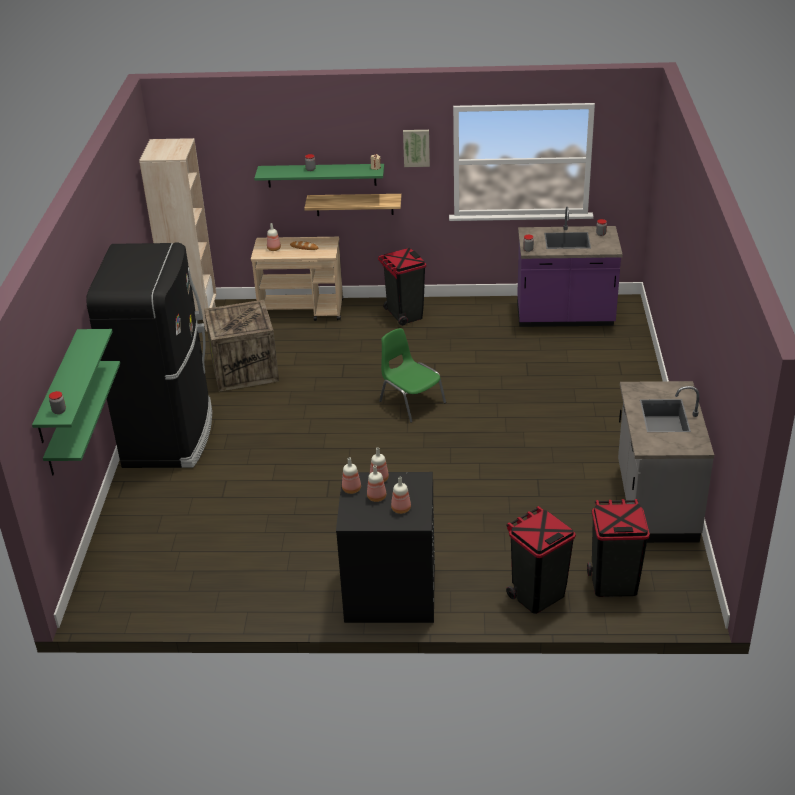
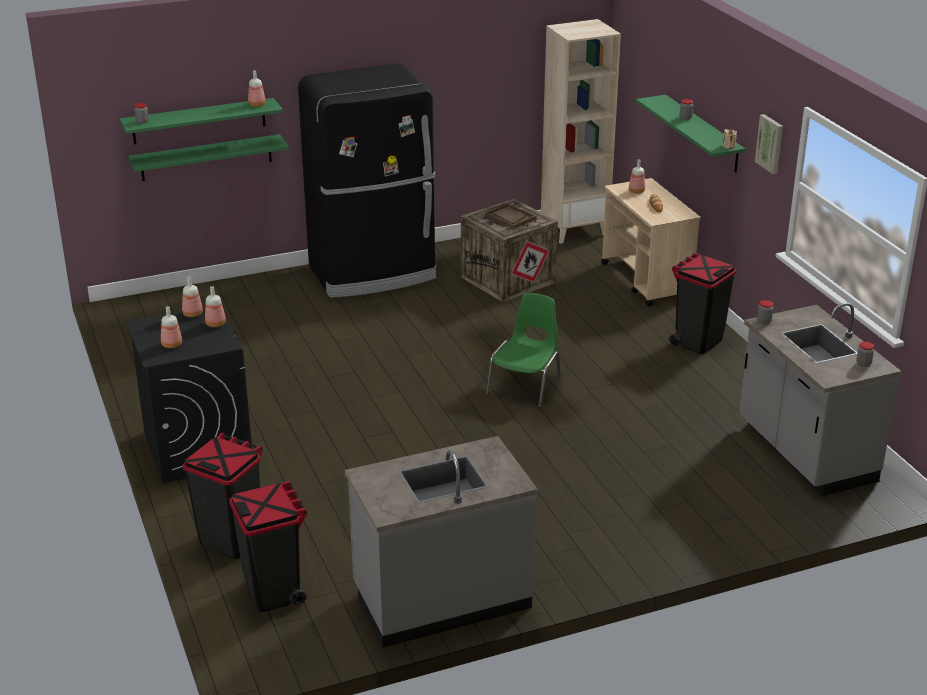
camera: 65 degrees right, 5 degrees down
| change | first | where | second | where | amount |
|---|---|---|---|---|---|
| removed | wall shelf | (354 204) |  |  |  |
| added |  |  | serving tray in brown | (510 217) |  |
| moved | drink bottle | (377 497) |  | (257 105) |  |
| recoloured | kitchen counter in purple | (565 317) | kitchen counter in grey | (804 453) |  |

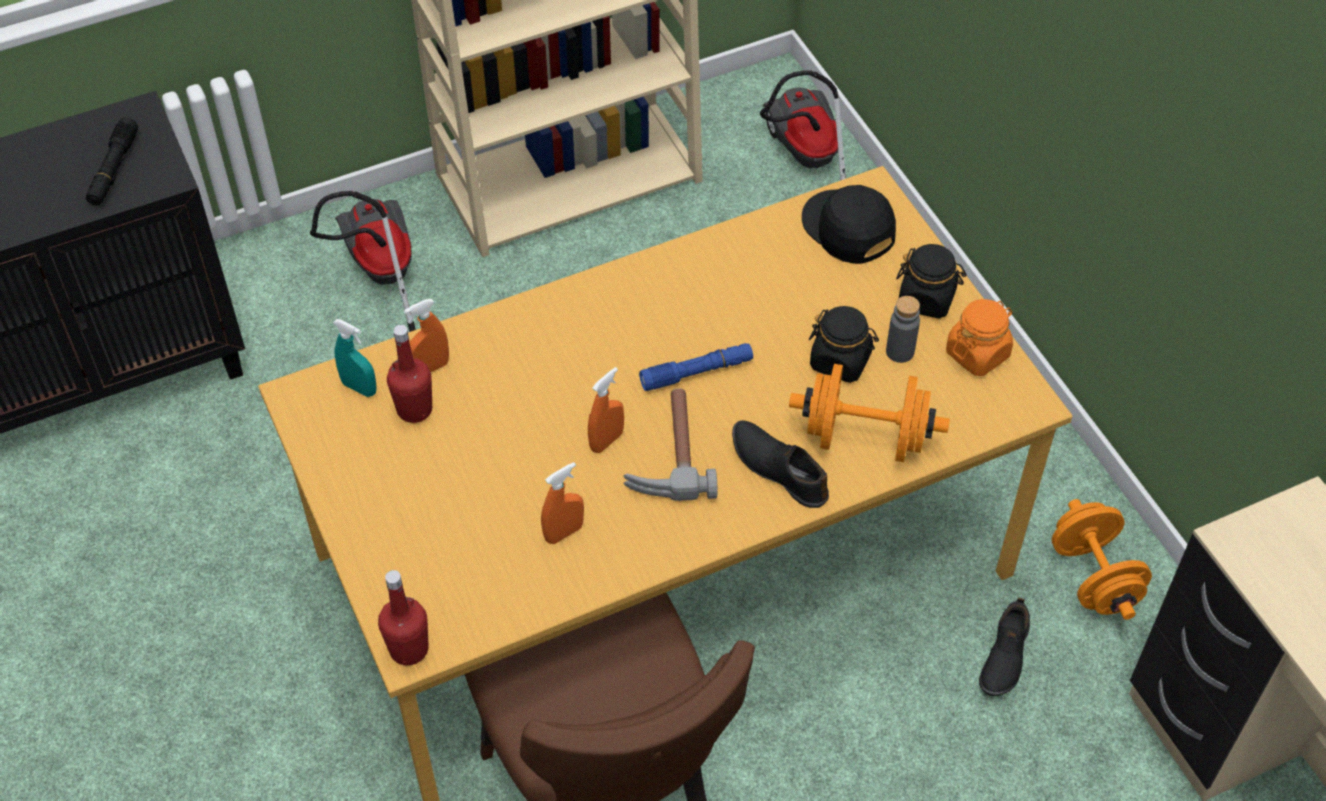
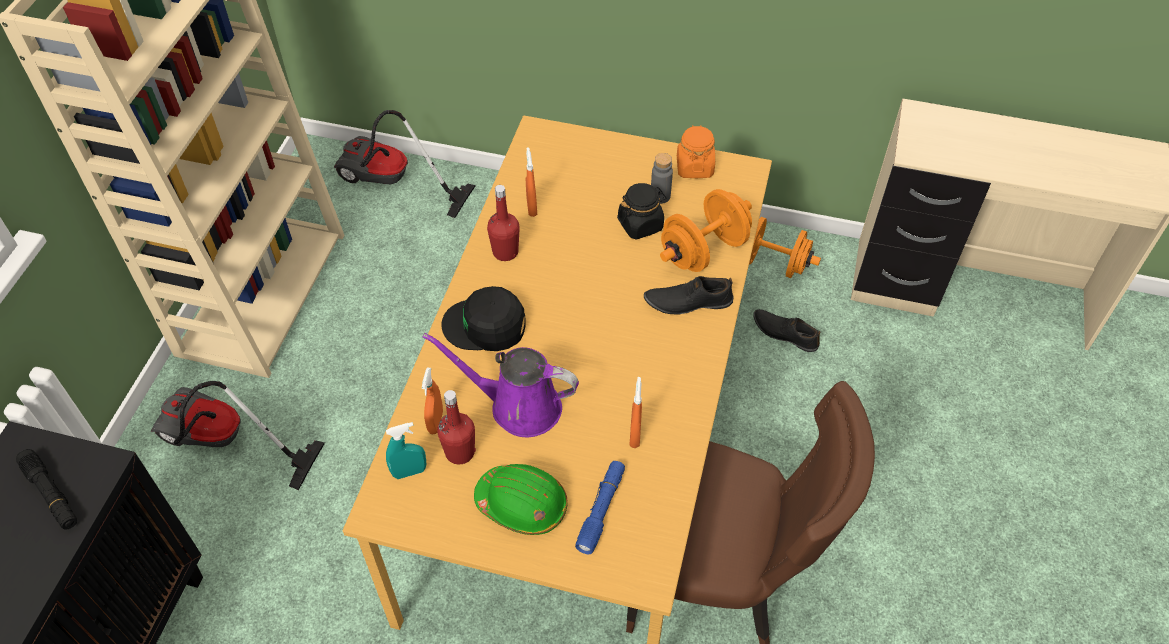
camera: 50 degrees left, 0 degrees up
| change | first | where | second | where | amount |
|---|---|---|---|---|---|
| removed | tool hammer | (667 453) |  |  |  |
| removed | preserve jar in black | (927 299) |  |  |  |
| added |  |  | sprinkling can in purple | (518 406) |  |
| added |  |  | work helmet in greenish | (522 504) |  |
| moved | drink bottle in red | (409 649) |  | (505 252) |  |
| moved | hand sprayer in orange-coloured | (606 441) |  | (532 207) |  |
| moved | torch in blue | (697 373) |  | (601 510) |  |
| moved | cap in black | (848 228) |  | (485 325) |  |
| turned | shoe in black | (1003 656) |  | (785 333) | 150 degrees clockwise |

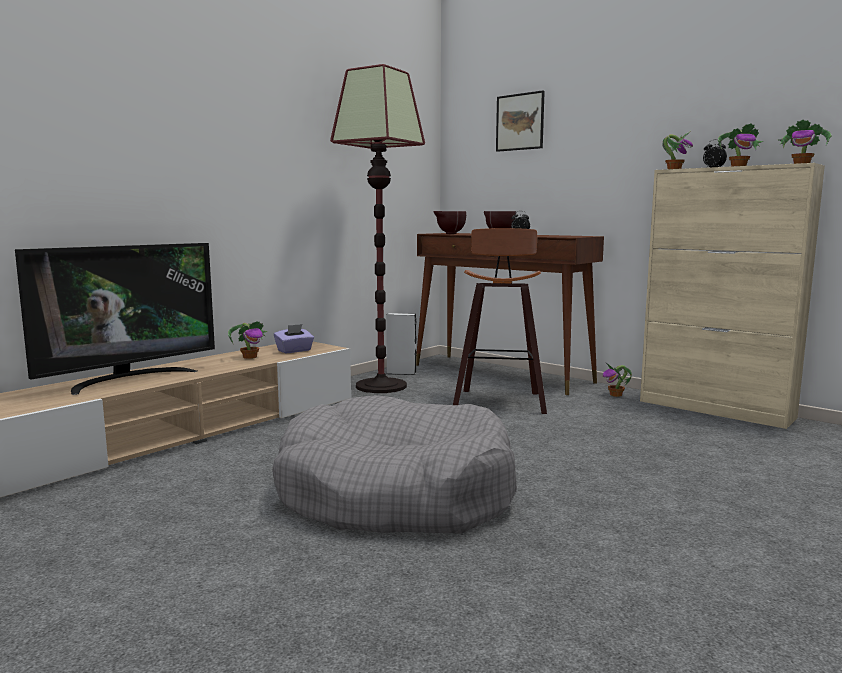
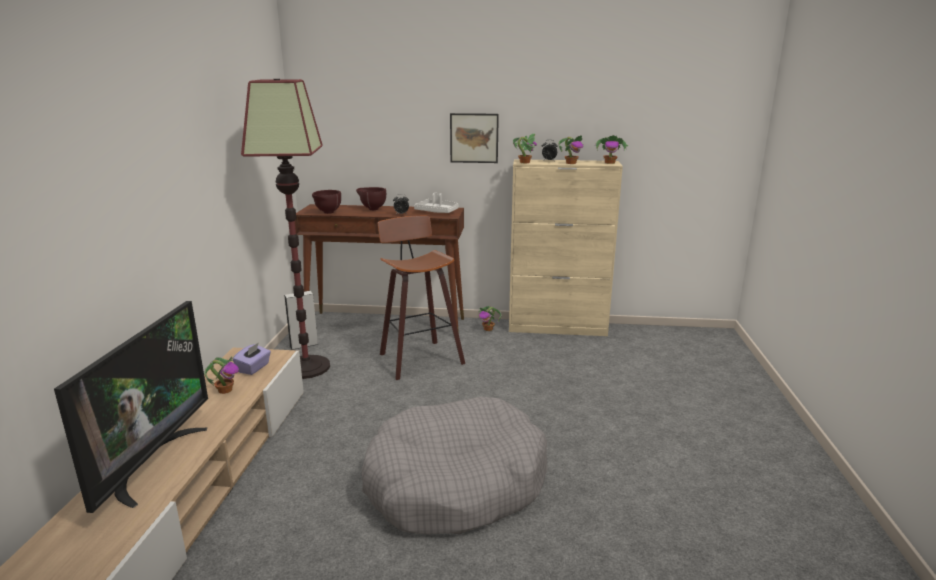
camera: 35 degrees left, 10 degrees up
| change | first | where | second | where | amount |
|---|---|---|---|---|---|
| added |  |  | serving tray in white | (437 212) |  |
| moved | picture | (520 122) |  | (474 138) |  |

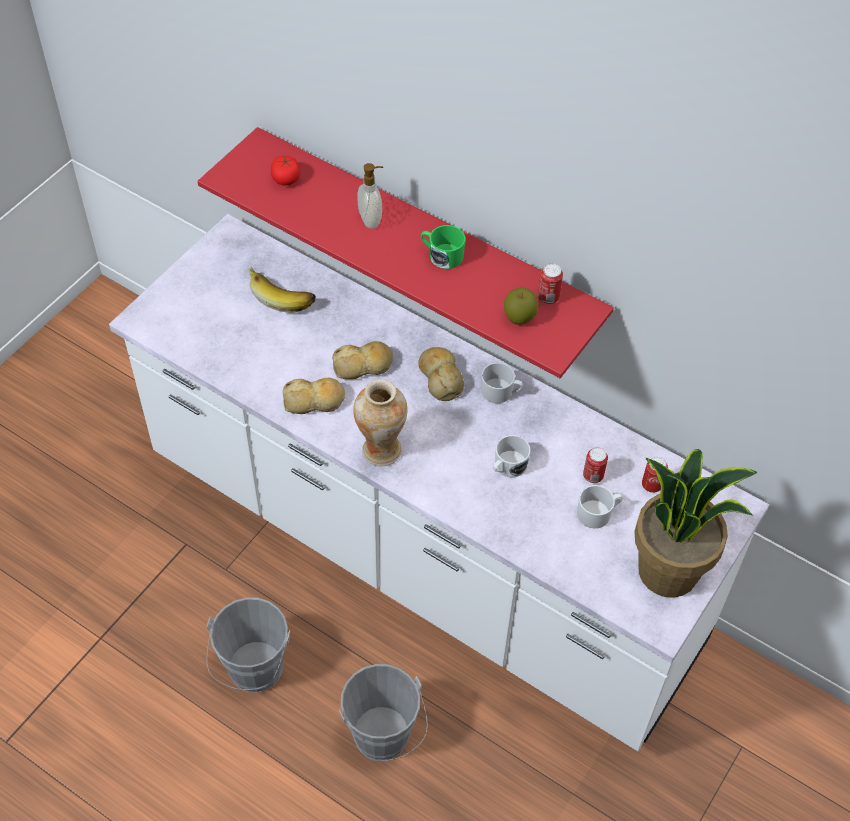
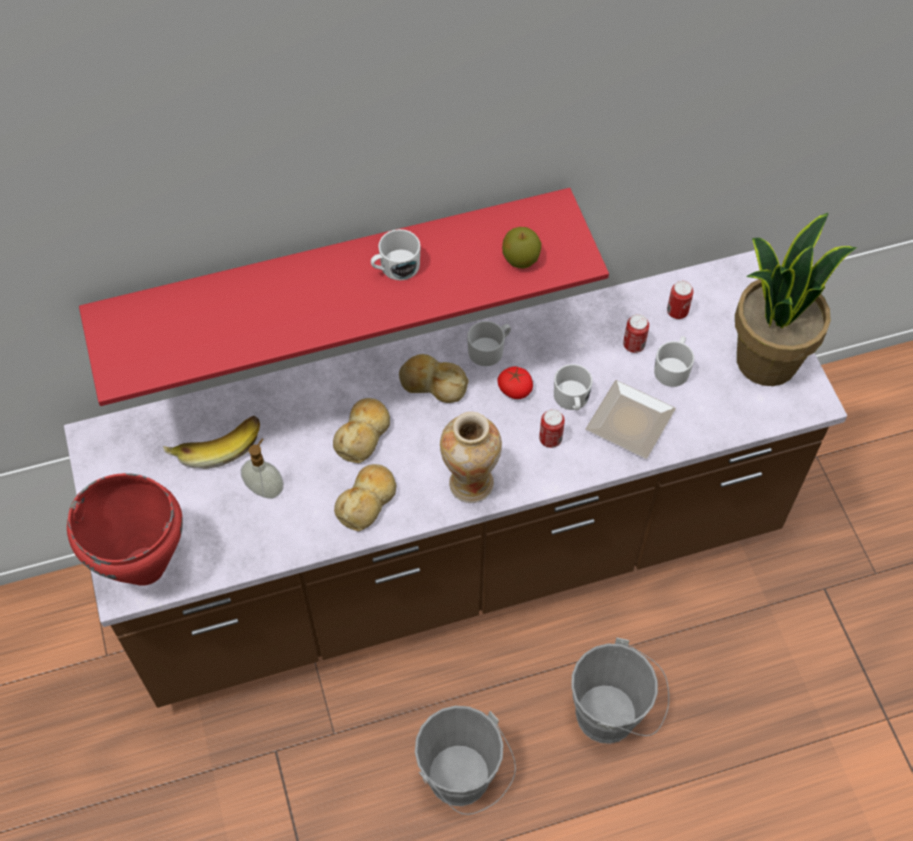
camera: 50 degrees left, 5 degrees up
| change | first | where | second | where | amount |
|---|---|---|---|---|---|
| added |  |  | stockpot in red | (145 567) |  |
| added |  |  | plate | (633 421) |  |
| moved | fresh tomato | (286 178) |  | (515 389) |  |
| moved | soap bottle | (371 220) |  | (265 489) |  |
| moved | metal can | (548 297) |  | (550 439) |  |
| recoloured | kitchen counter in white | (420 552) | kitchen counter in brown | (456 557) |  |
| recoloured | mug in greenish | (441 255) | mug in white | (395 267) |  |

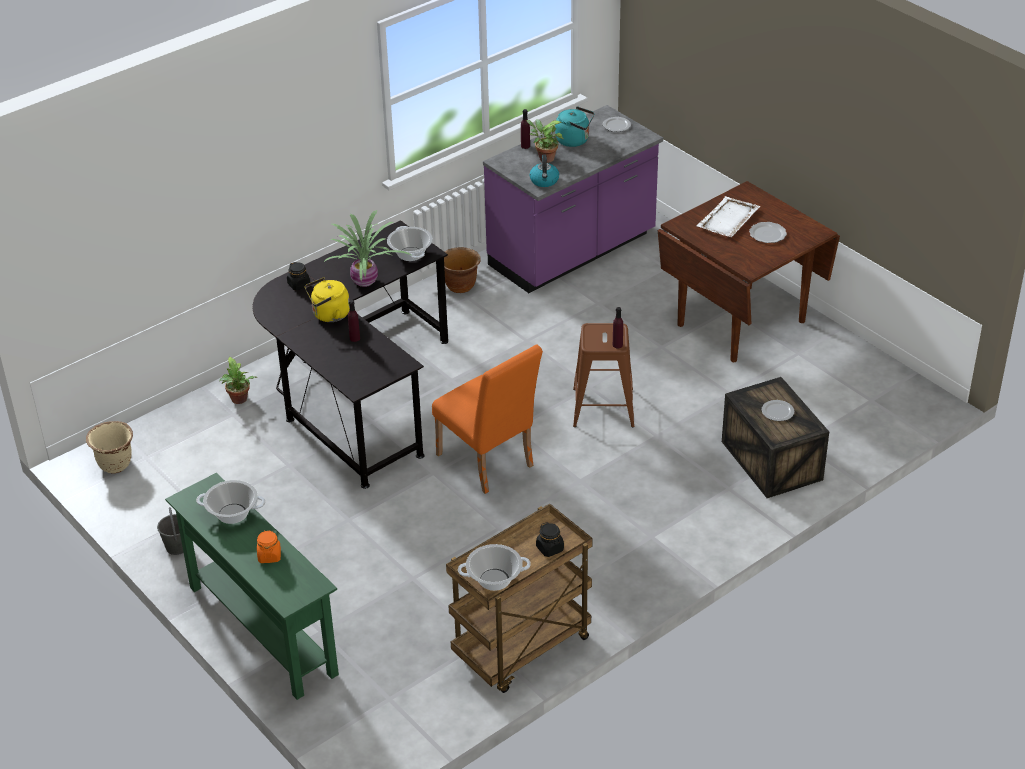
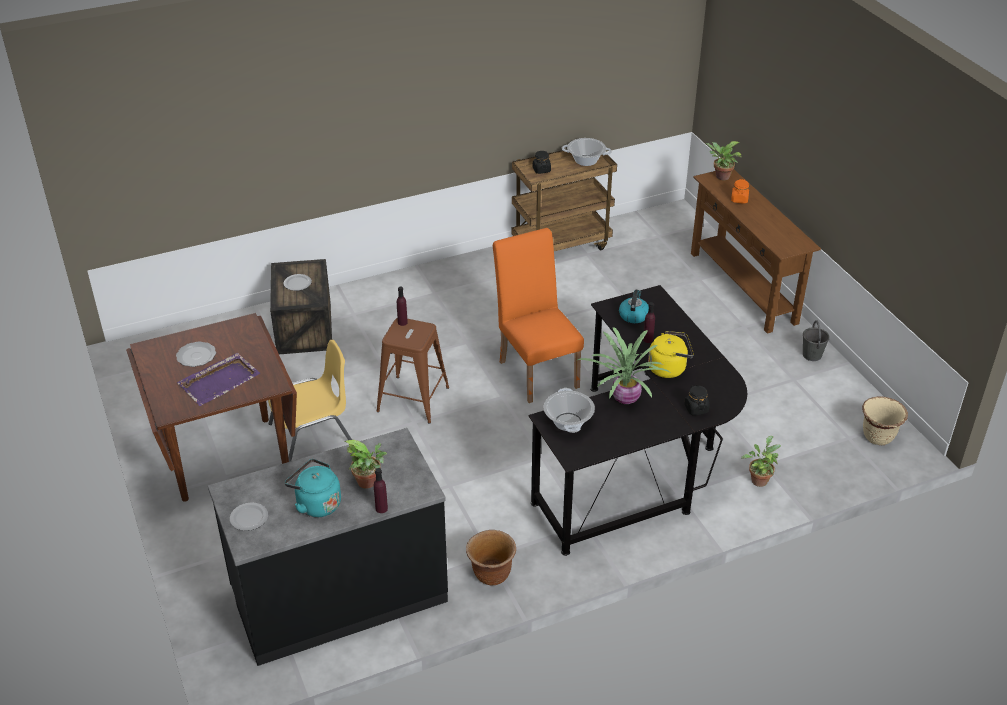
camera: 165 degrees left, 0 degrees up
| change | first | where | second | where | amount |
|---|---|---|---|---|---|
| removed | stockpot | (232 513) |  |  |  |
| added |  |  | plain chair in yellowish | (313 434) |  |
| added |  |  | plant in a pot | (720 177) |  |
| moved | kettle | (544 181) |  | (633 315) |  |
| recoloured | narrow table in greenish | (261 630) | narrow table in brown | (743 287) |  |
| recoloured | kitchen counter in purple | (573 252) | kitchen counter in black | (339 596) |  |
| recoloured | serving tray in white | (727 219) | serving tray in purple | (220 381) |  |

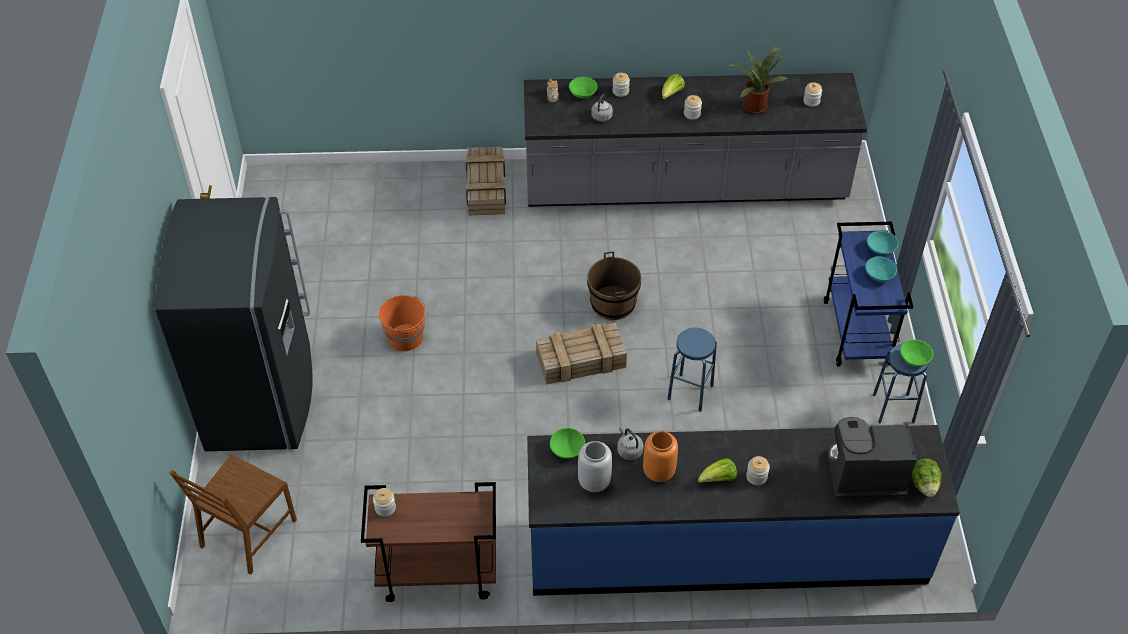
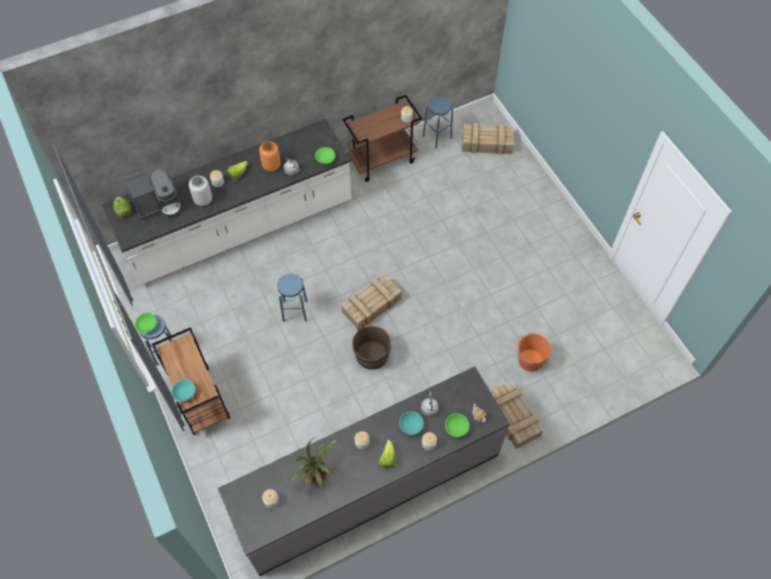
camera: 155 degrees right, 10 degrees up
| change | first | where | second | where | amount |
|---|---|---|---|---|---|
| removed | refrigerator in grey | (262 397) |  |  |  |
| added |  |  | sitting stool in blue | (437 137) |  |
| moved | pail in orange-coloured | (406 337) |  | (529 360) |  |
| moved | decorative vase in grey | (593 482) |  | (203 200) |  |
| moved | deep dish in blue-green | (879 275) |  | (411 425) |  |
| replaced | plain chair in brown | (247 533) | shipping crate | (487 143) |  |
| recoloured | kitchen counter in blue | (726 547) | kitchen counter in white | (240 228) |  |
| recoloured | cart in blue | (857 333) | cart in brown | (200 399) |  |

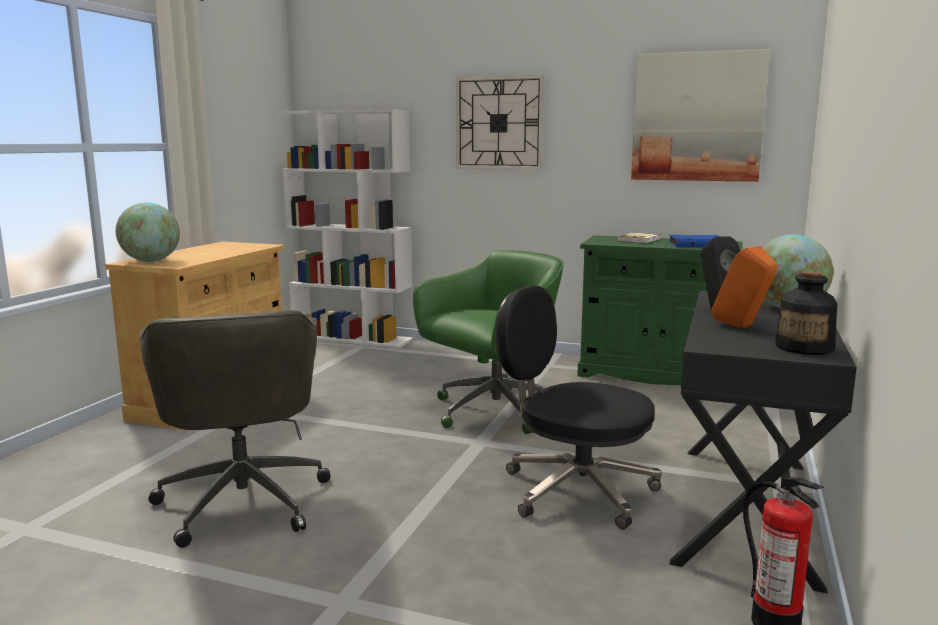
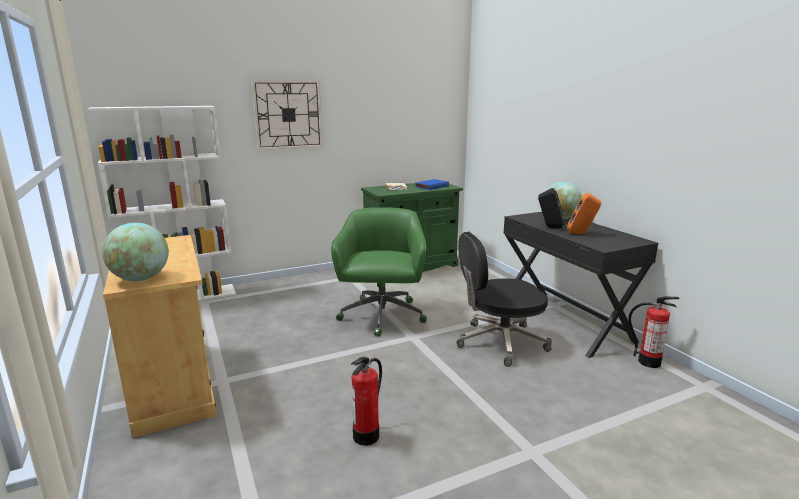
camera: 45 degrees left, 5 degrees up
| change | first | where | second | where | amount |
|---|---|---|---|---|---|
| removed | picture | (697 117) |  |  |  |
| removed | drink bottle | (804 347) |  |  |  |
| replaced | office chair in grey | (243 499) | extinguisher | (366 436) |  |

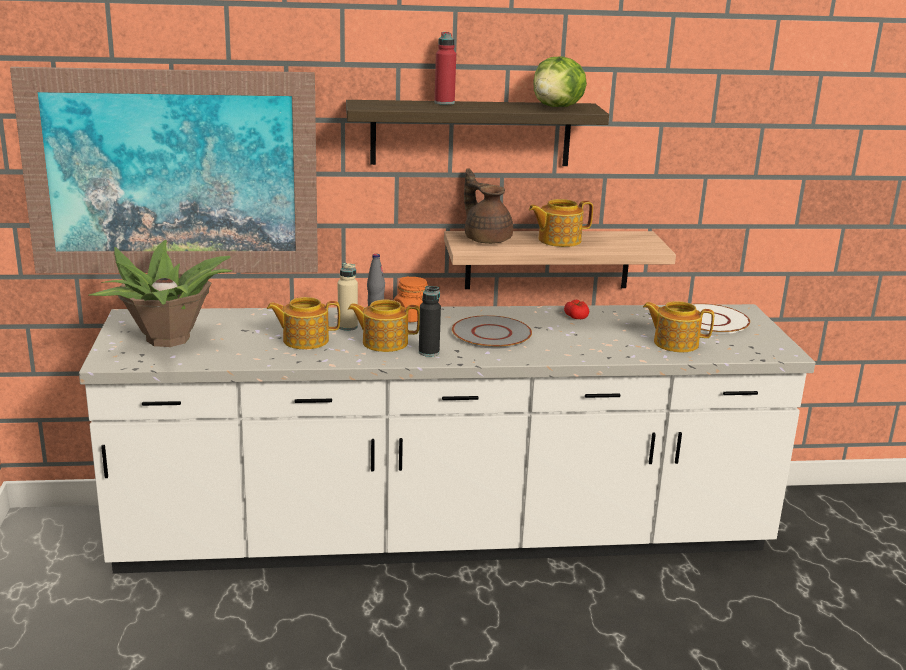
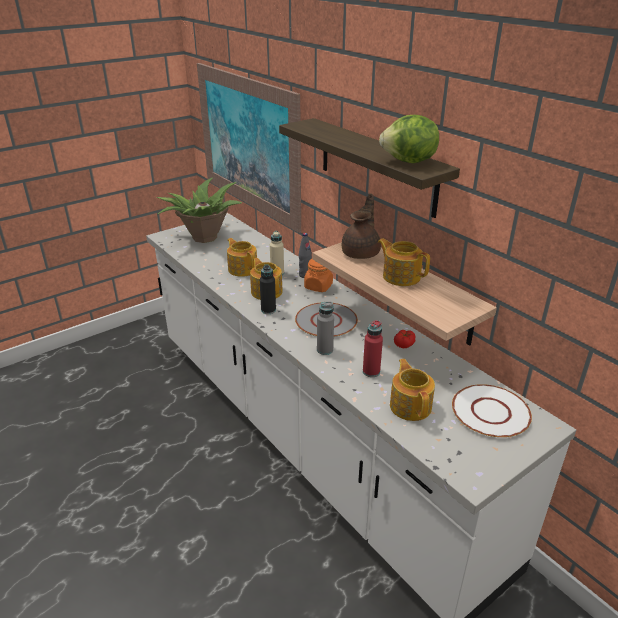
camera: 60 degrees right, 10 degrees up
| change | first | where | second | where | amount |
|---|---|---|---|---|---|
| added |  |  | drink bottle in grey | (325 350) |  |
| moved | drink bottle in red | (444 103) |  | (371 372) |  |

